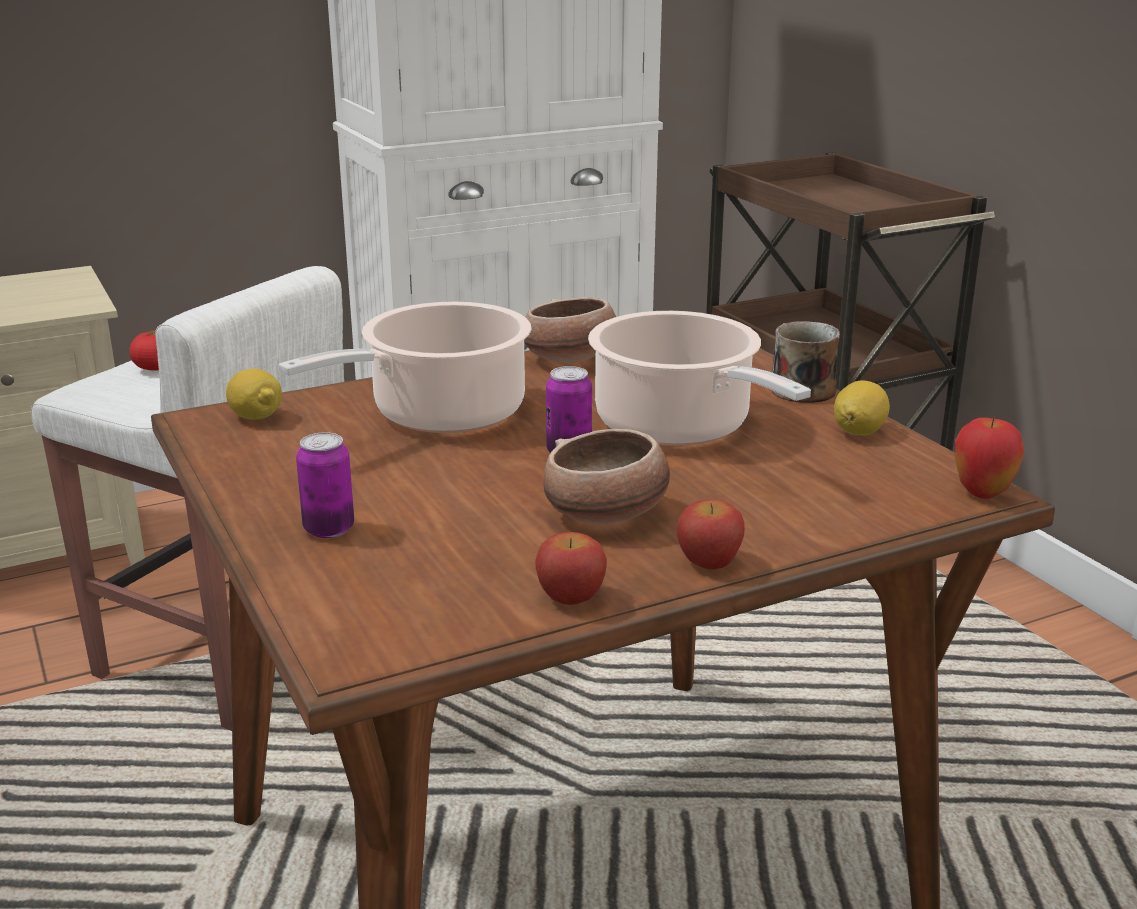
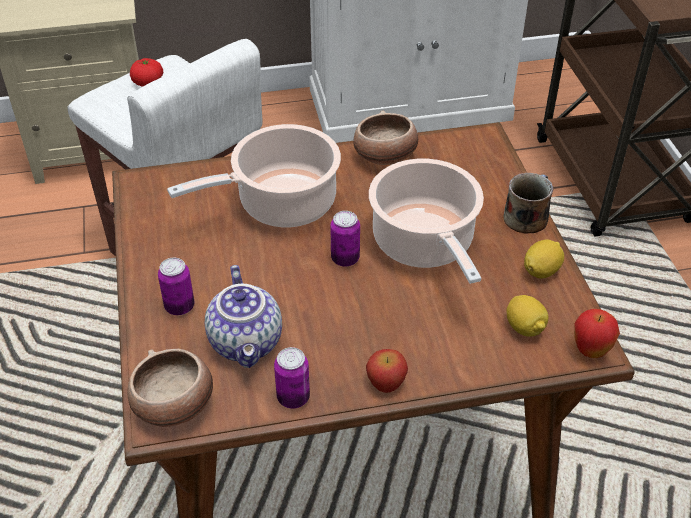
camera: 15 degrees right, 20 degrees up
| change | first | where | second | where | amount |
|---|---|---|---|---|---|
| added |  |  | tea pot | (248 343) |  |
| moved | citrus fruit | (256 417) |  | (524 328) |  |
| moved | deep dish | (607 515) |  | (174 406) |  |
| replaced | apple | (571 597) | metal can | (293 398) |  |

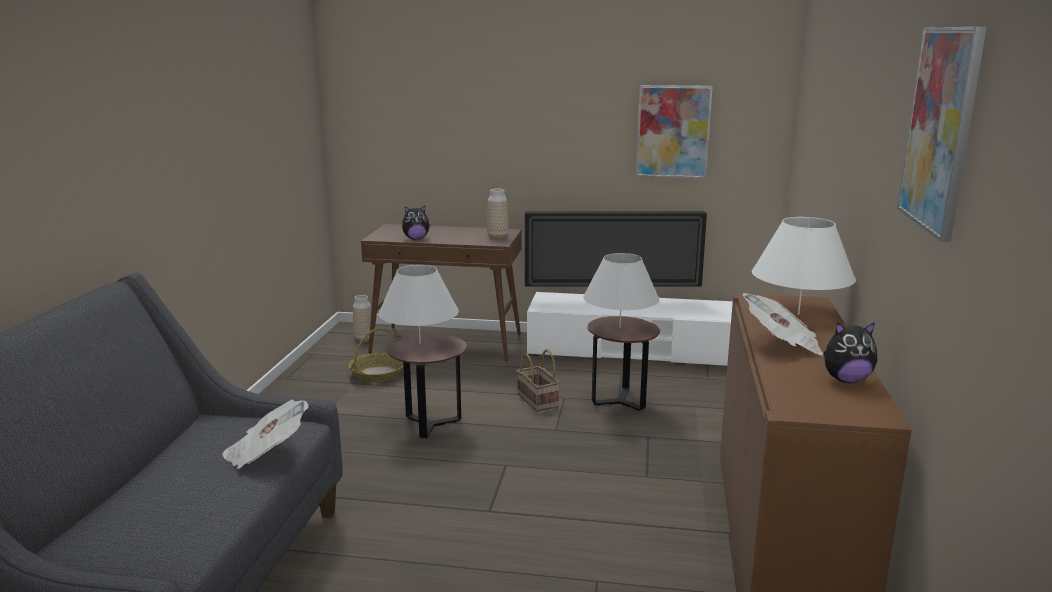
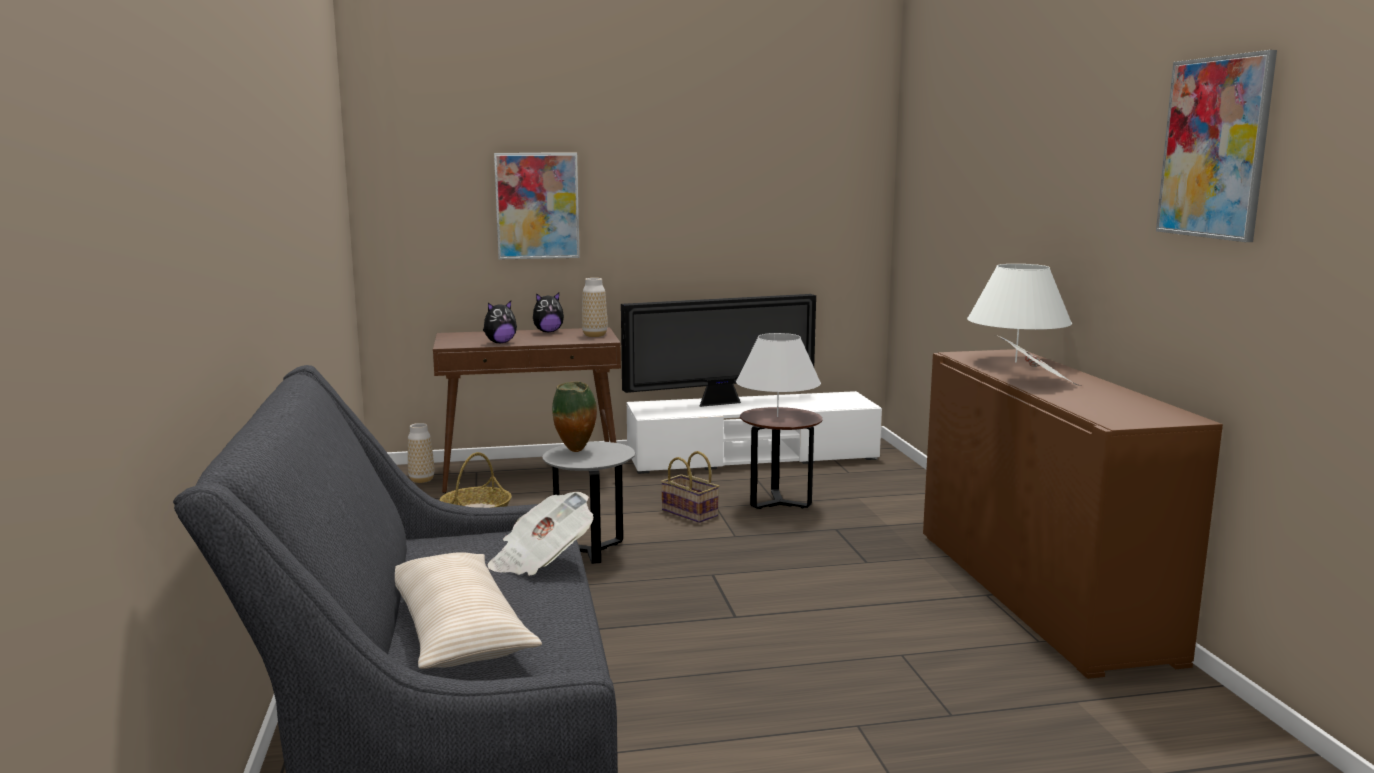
camera: 20 degrees left, 5 degrees down
| change | first | where | second | where | amount |
|---|---|---|---|---|---|
| added |  |  | cushion in beige-coloured | (456 630) |  |
| moved | picture | (673 131) |  | (537 206) |  |
| moved | soft toy | (846 380) |  | (548 332) |  |
| replaced | lamp for a table in white | (420 343) | decorative vase | (576 451) |  |
| recoloured | end table in brown | (430 425) | end table in grey | (591 551) |  |

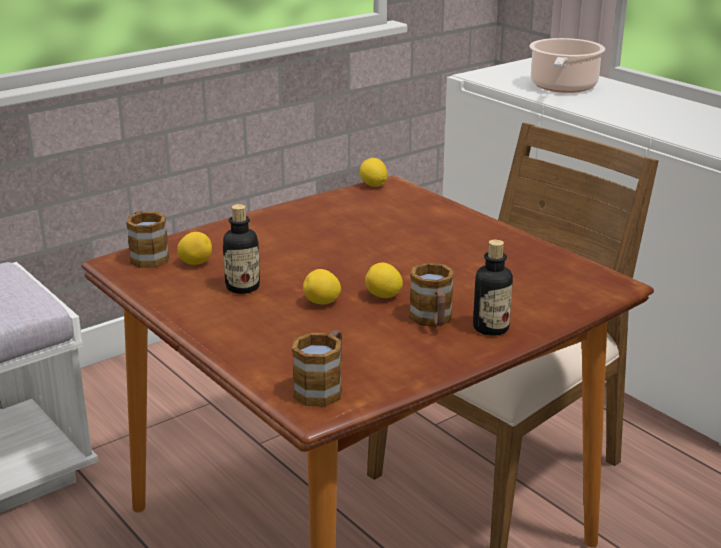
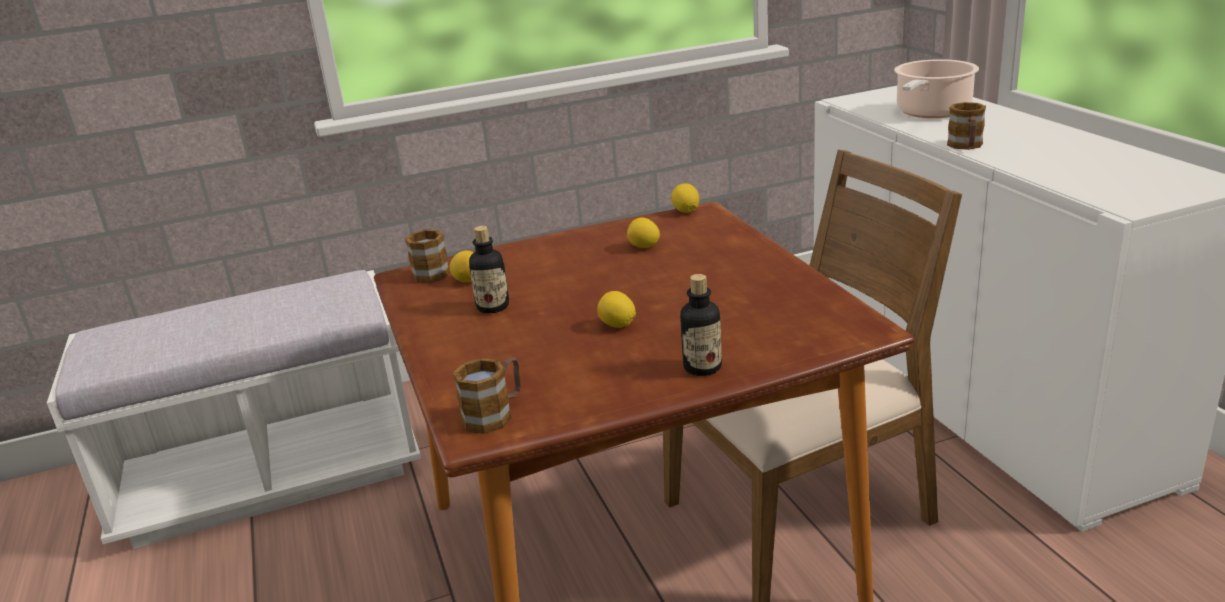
camera: 20 degrees right, 0 degrees up
| change | first | where | second | where | amount |
|---|---|---|---|---|---|
| moved | citrus fruit | (322 303) |  | (644 247) |  |
| moved | mug | (433 321) |  | (966 146) |  |

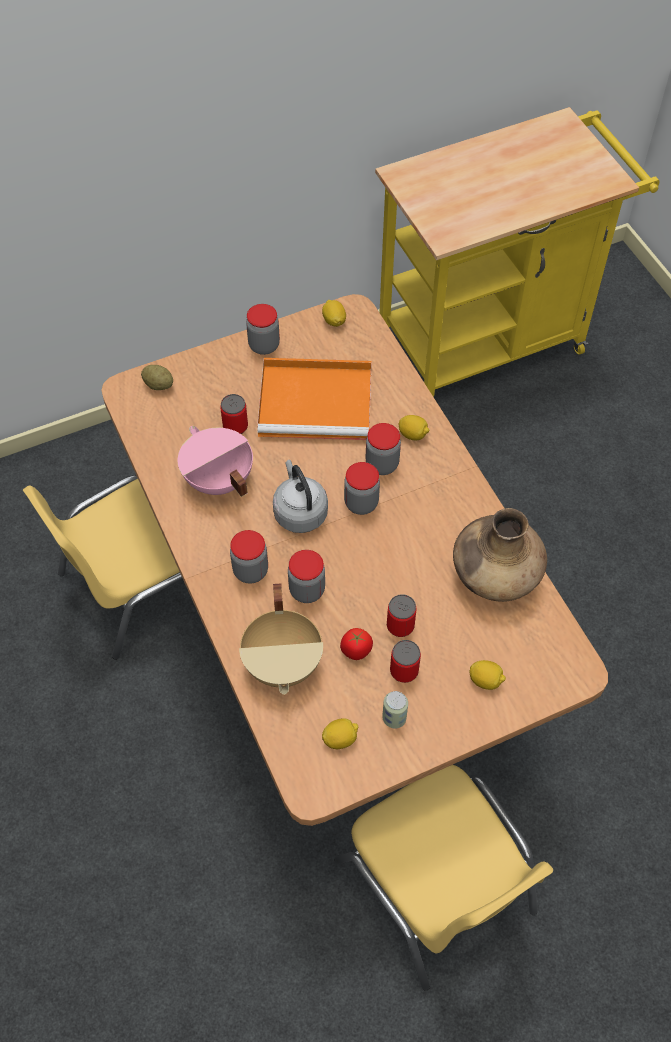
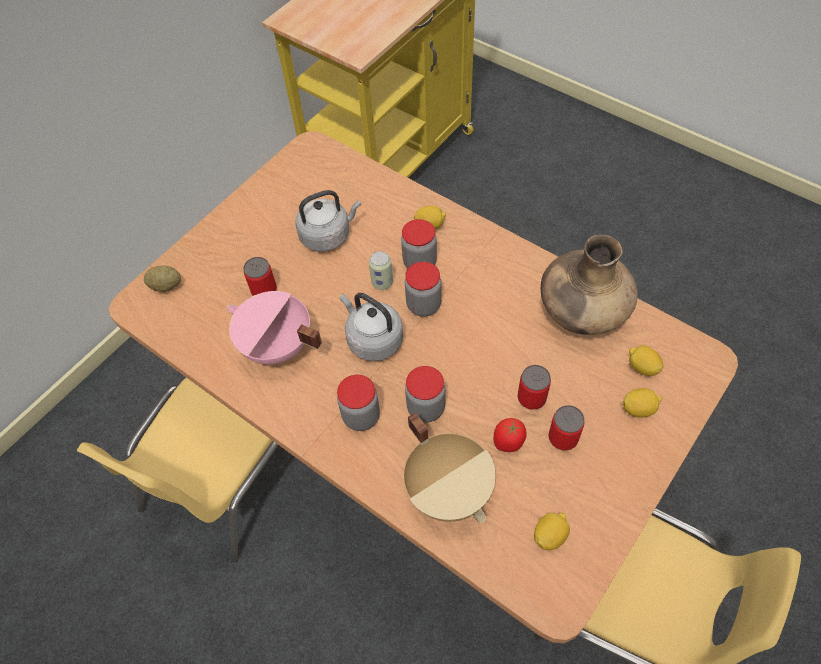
camera: 25 degrees left, 0 degrees up
| change | first | where | second | where | amount |
|---|---|---|---|---|---|
| removed | preserve jar | (264 345) |  |  |  |
| moved | citrus fruit | (334 321) |  | (642 367) |  |
| moved | metal can | (394 718) |  | (382 283) |  |
| replaced | serving tray in orange-coloured | (318 402) | kettle in grey | (328 235) |  |

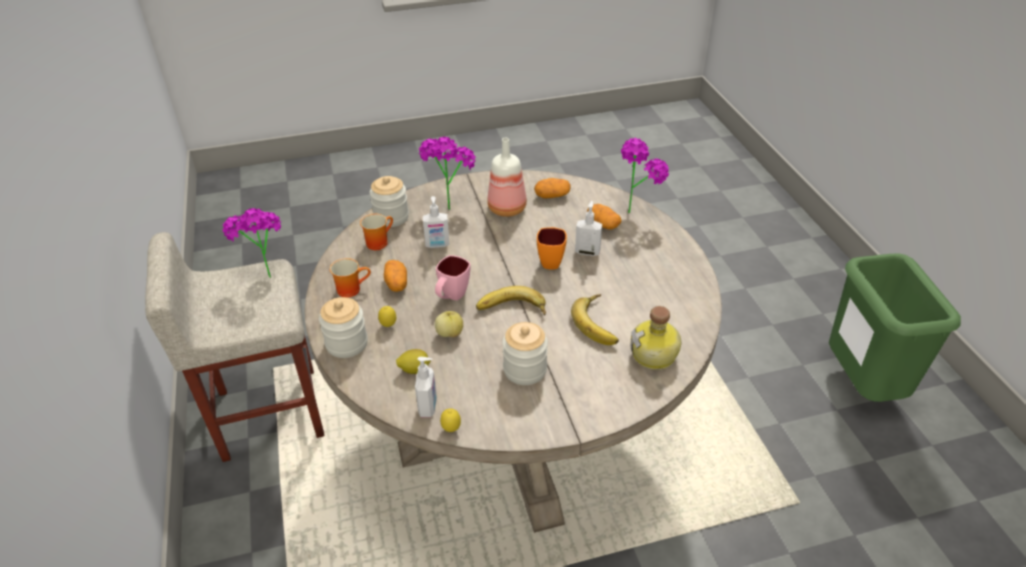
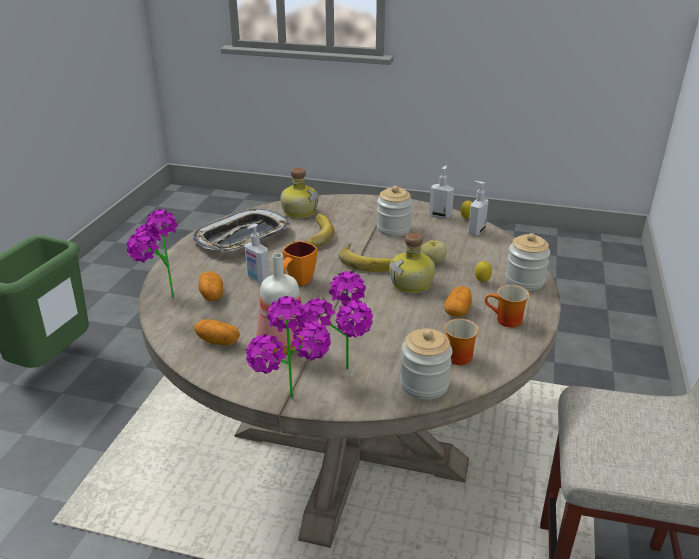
camera: 150 degrees left, 10 degrees down
| change | first | where | second | where | amount |
|---|---|---|---|---|---|
| removed | citrus fruit | (414 370) |  |  |  |
| added |  |  | serving tray | (242 238) |  |
| moved | plant in a pot | (265 272) |  | (293 406) |  |
| moved | soap bottle | (437 245) |  | (440 215) |  |
| replaced | mug in pinkish | (451 297) | drink bottle | (412 284) |  |

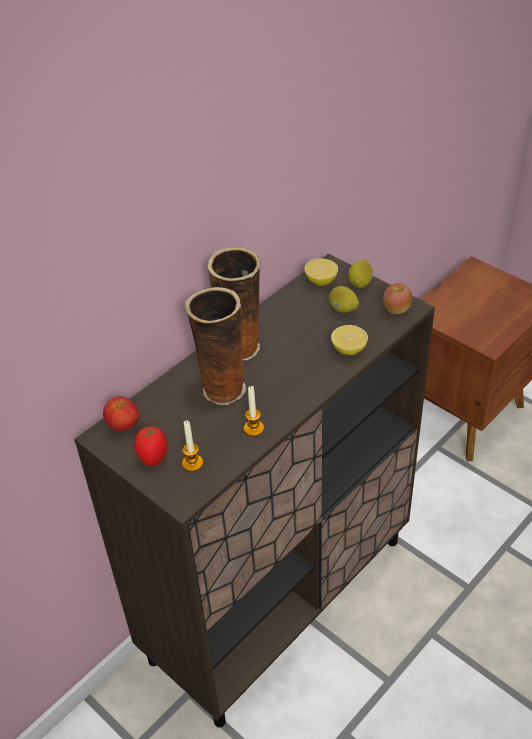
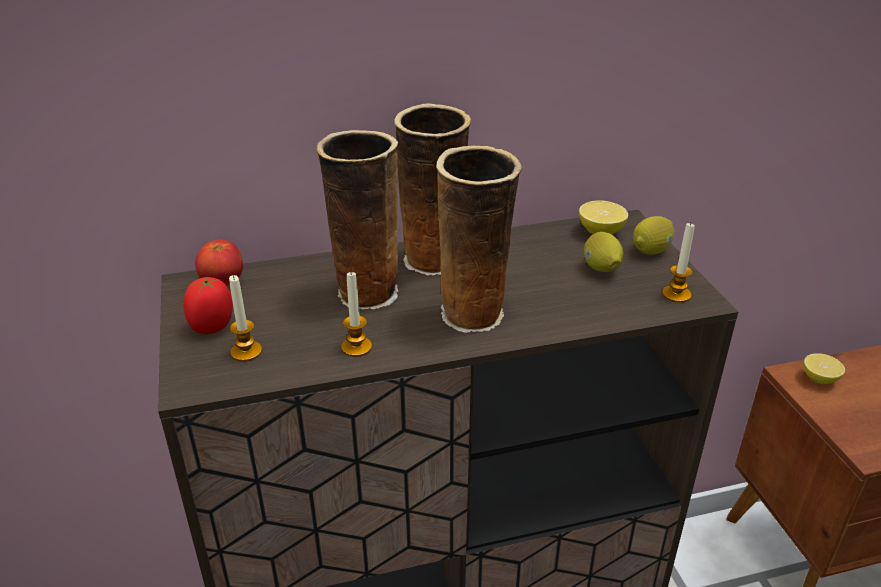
camera: 30 degrees right, 10 degrees down
| change | first | where | second | where | amount |
|---|---|---|---|---|---|
| added |  |  | decorative vase | (475 314) |  |
| moved | citrus fruit | (348 349) |  | (819 379) |  |
| replaced | apple | (396 310) | wax light | (676 294) |  |

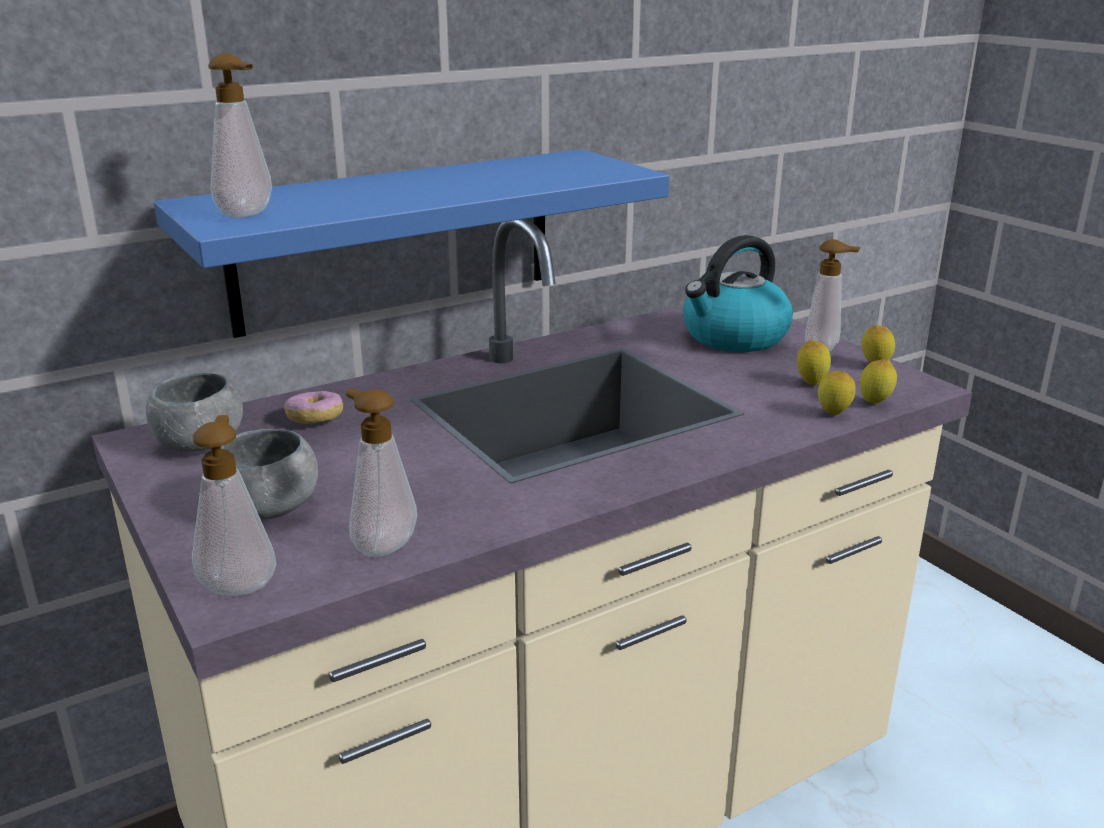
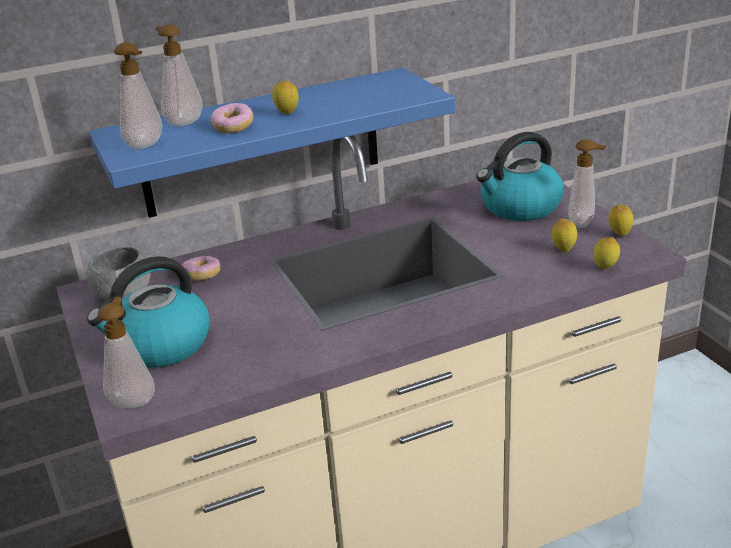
camera: 10 degrees right, 5 degrees up
| change | first | where | second | where | amount |
|---|---|---|---|---|---|
| added |  |  | ring doughnut | (233 127) |  |
| moved | soap bottle | (382 545) |  | (183 122) |  |
| moved | citrus fruit | (833 414) |  | (287 114) |  |
| replaced | deep dish in grey | (269 508) | kettle | (160 346) |  |

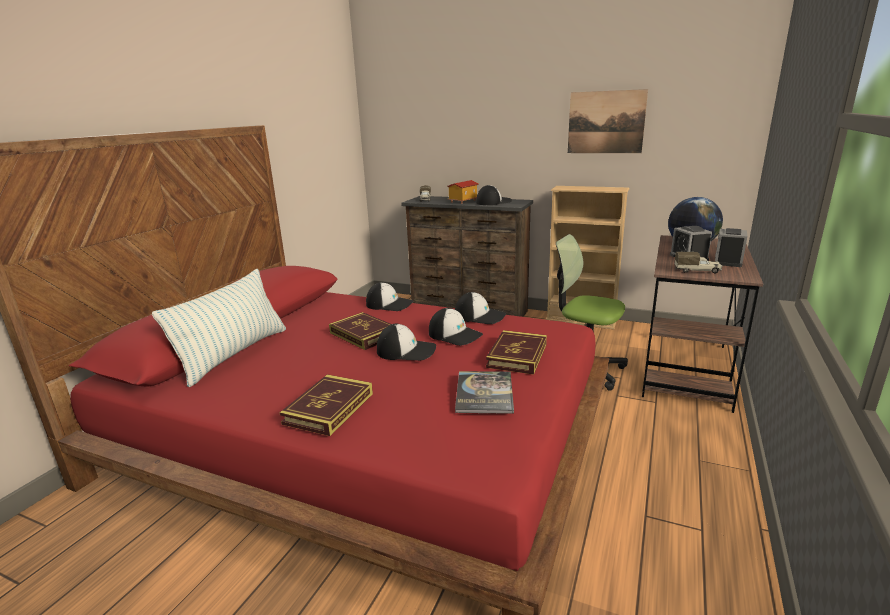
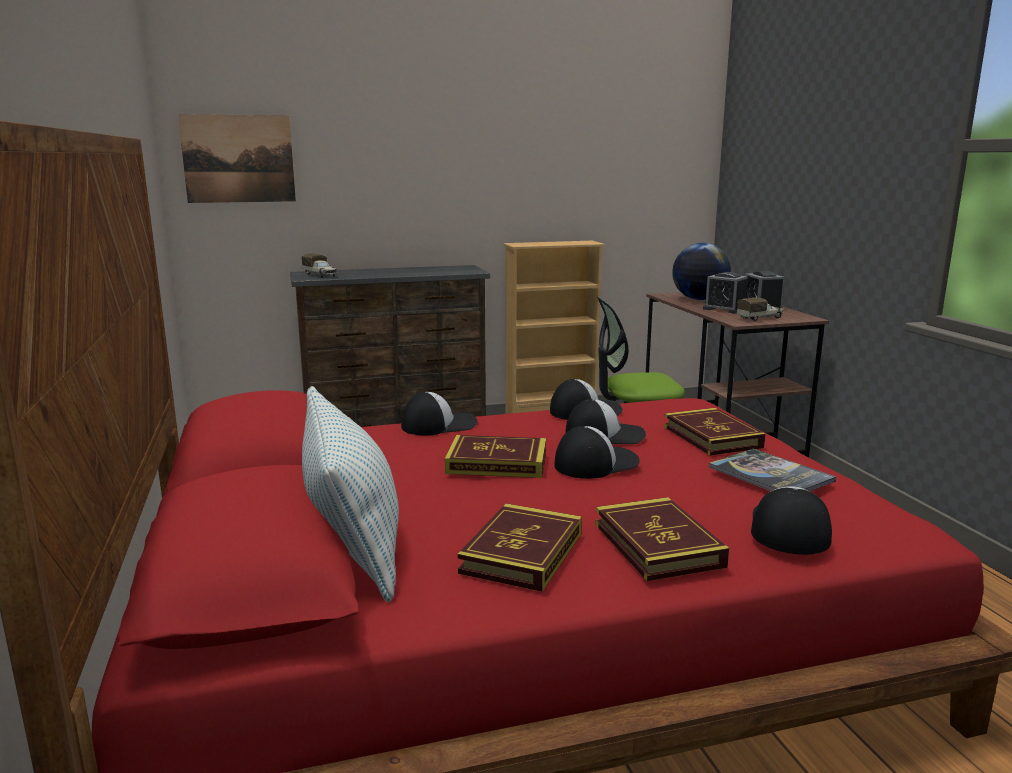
camera: 40 degrees left, 5 degrees down
| change | first | where | second | where | amount |
|---|---|---|---|---|---|
| removed | miniature house | (463 201) |  |  |  |
| added |  |  | book | (522 553) |  |
| moved | cap | (493 202) |  | (788 528) |  |
| moved | picture | (606 122) |  | (238 159) |  |

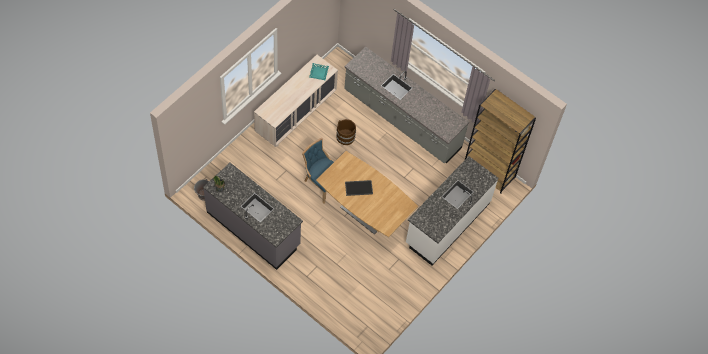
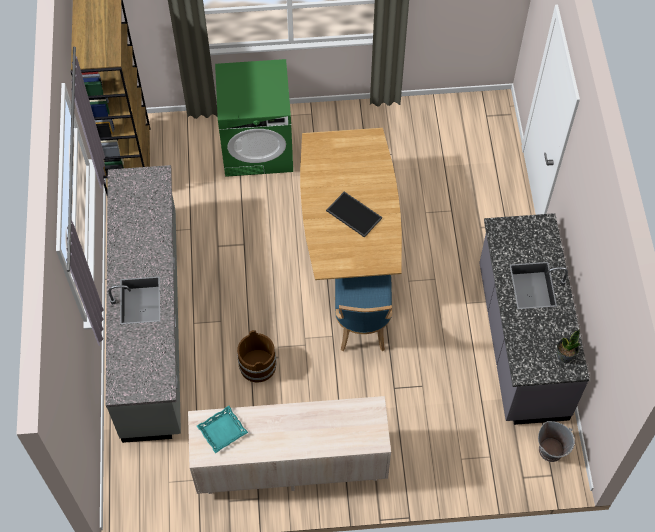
camera: 130 degrees left, 0 degrees up
| change | first | where | second | where | amount |
|---|---|---|---|---|---|
| replaced | kitchen counter in white | (447 223) | laundry appliance in greenish | (258 148) |  |

